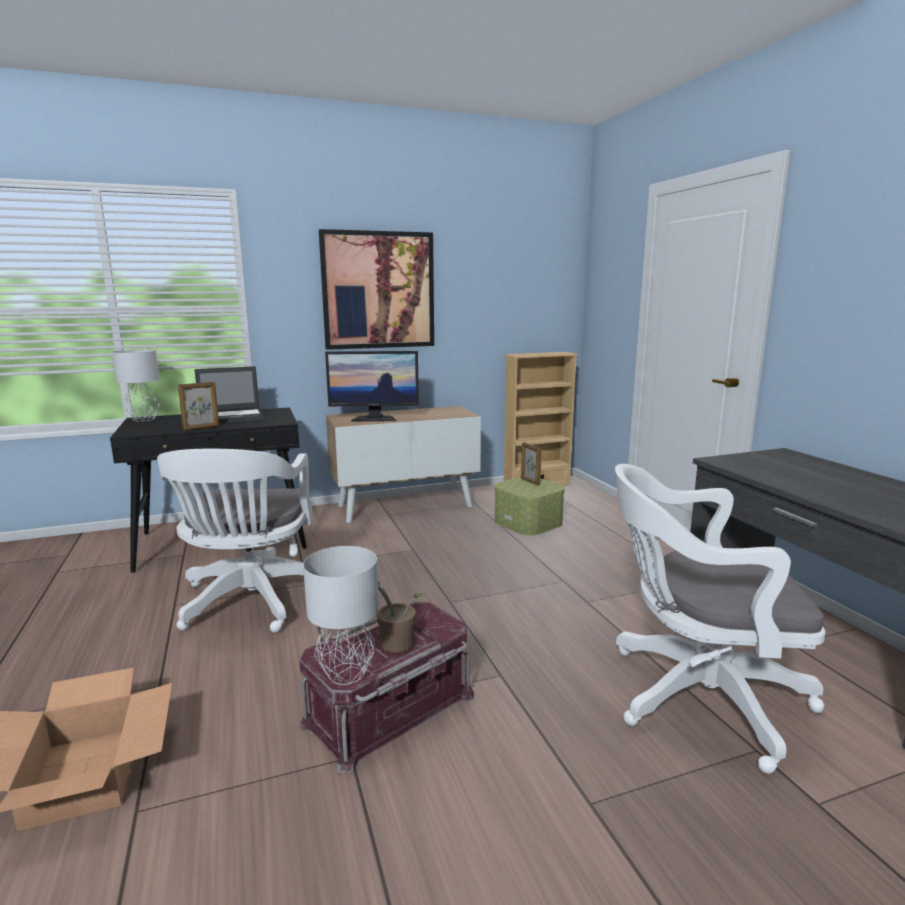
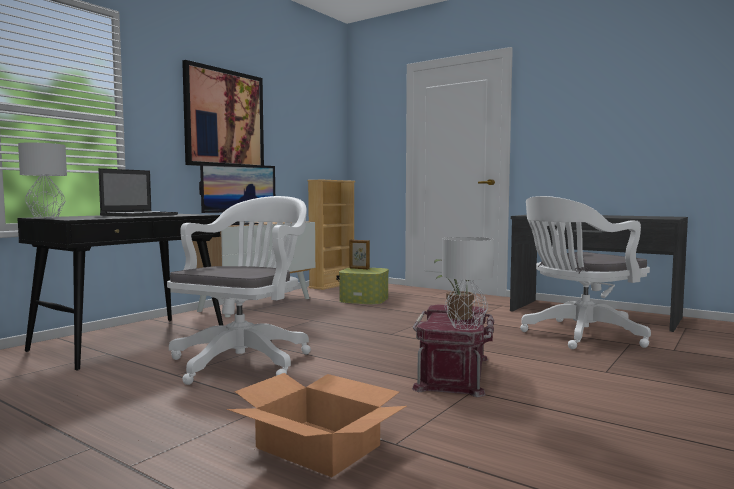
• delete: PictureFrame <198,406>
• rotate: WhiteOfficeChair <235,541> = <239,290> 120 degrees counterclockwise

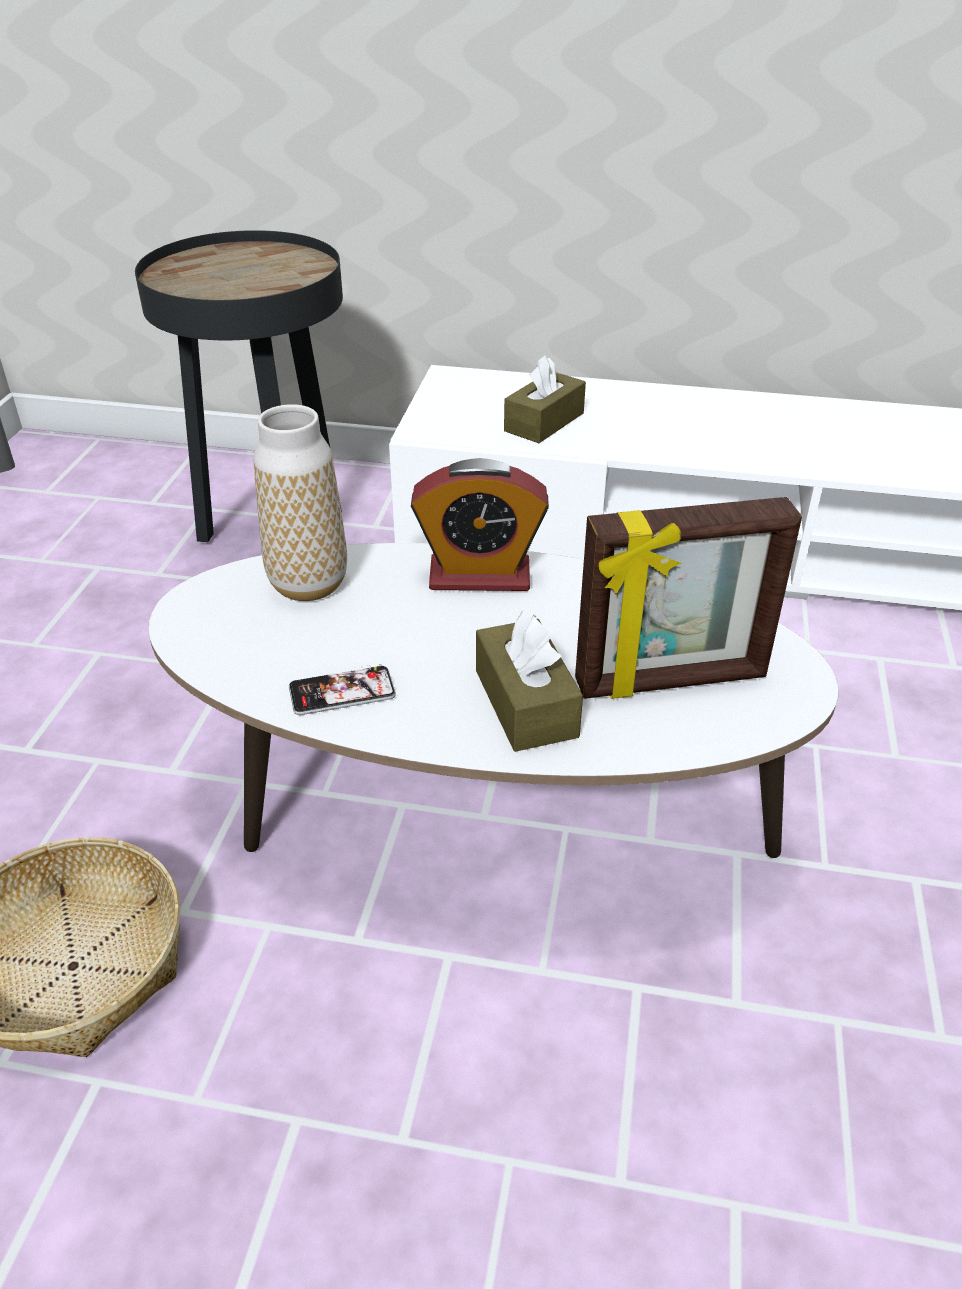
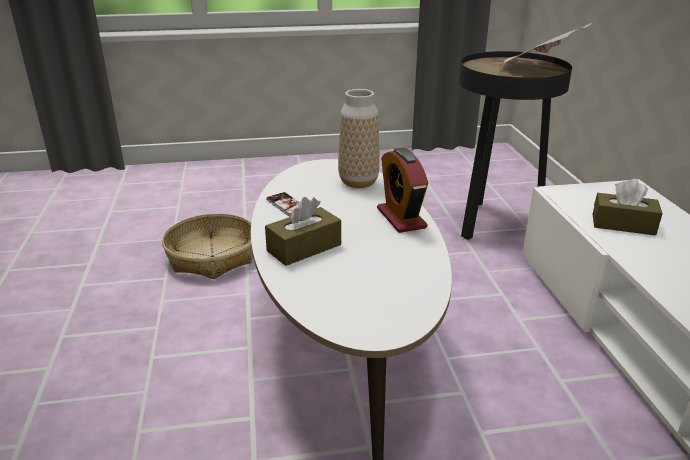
• delete: PictureFrame <688,598>
• insert: Newspaper <546,44>

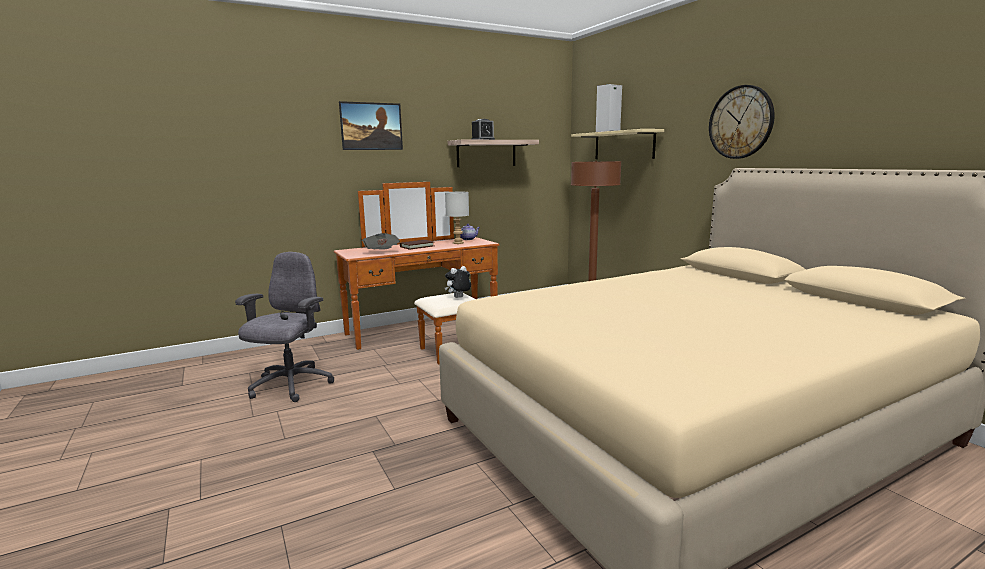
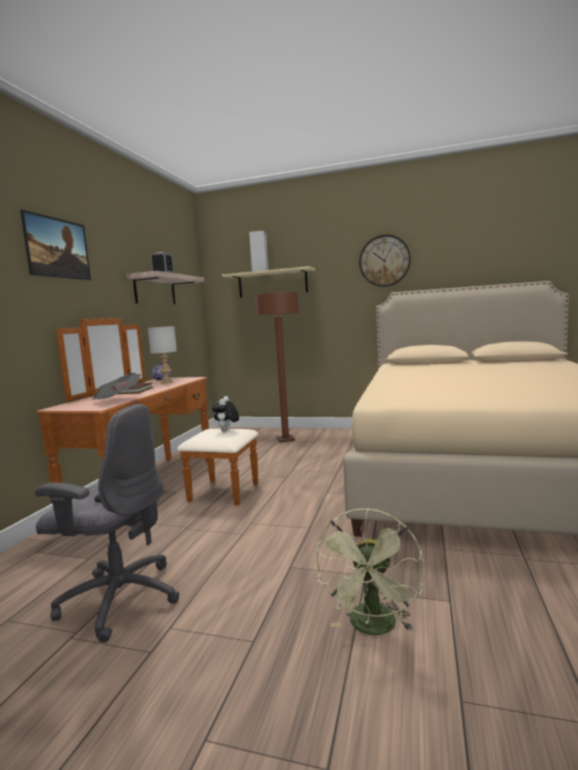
• insert: GreenFan <370,571>
• rotate: GreyOfficeChair <284,327> = <107,523> 135 degrees clockwise

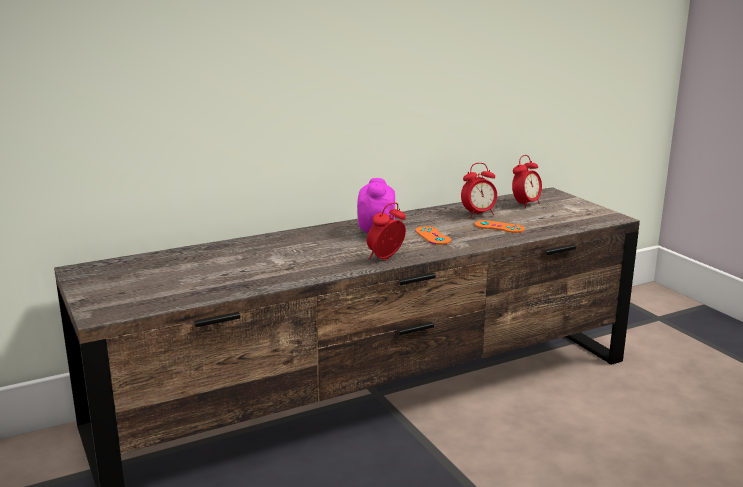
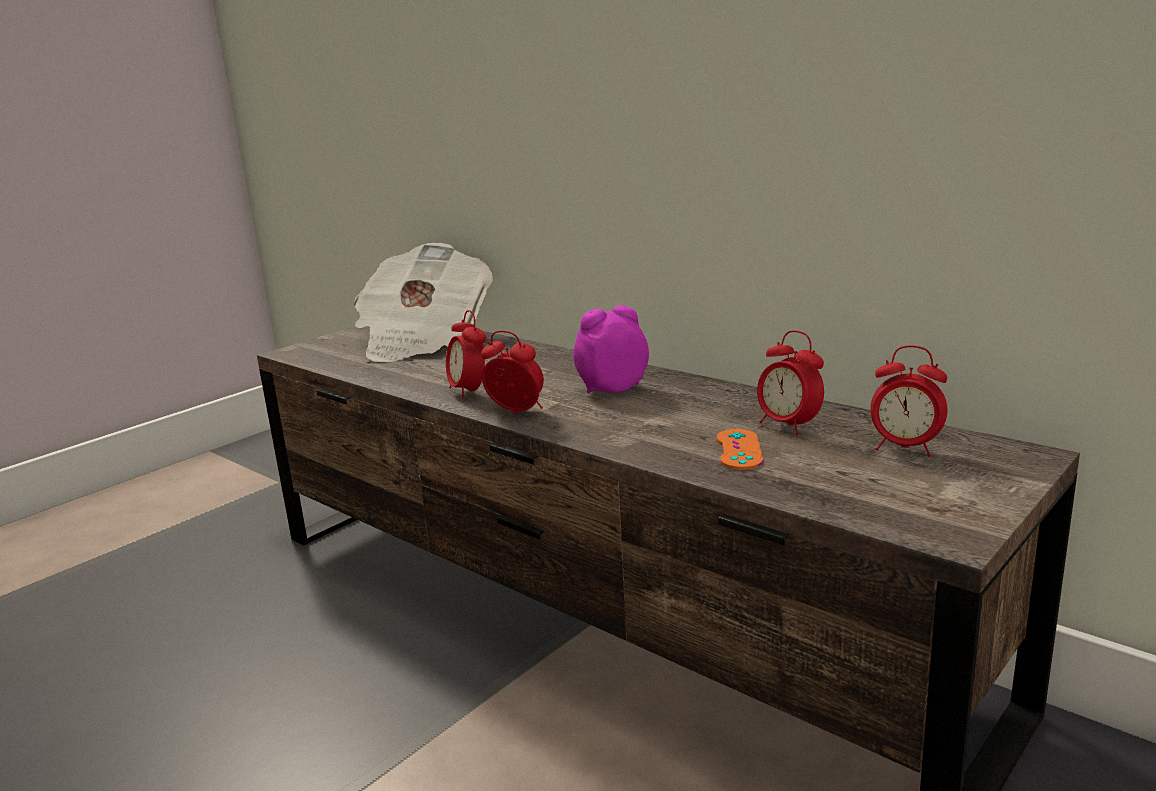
• delete: OrangeGameController <433,235>
• insert: Newspaper <423,302>
• insert: AlarmClock <466,354>

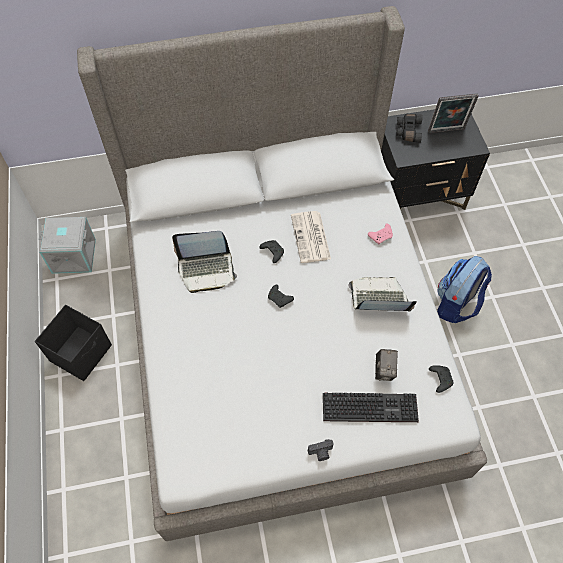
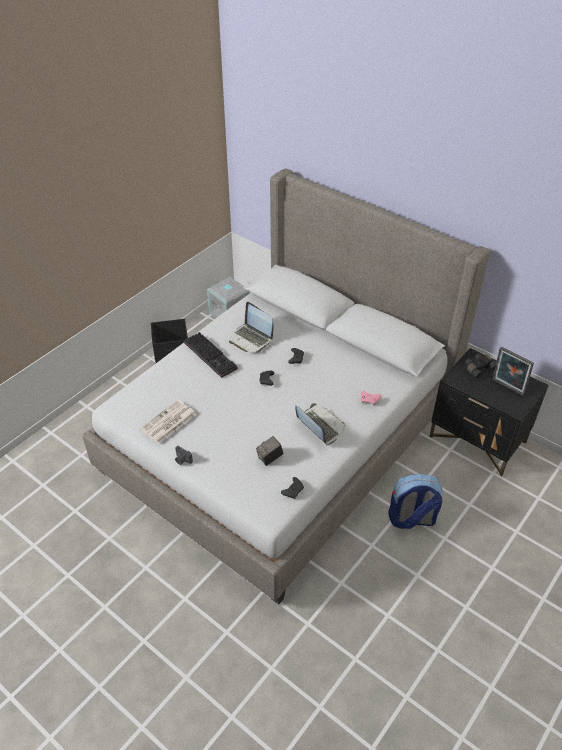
• move: Newspaper <311,237> to <168,421>
• move: Keyboard <371,407> to <211,355>

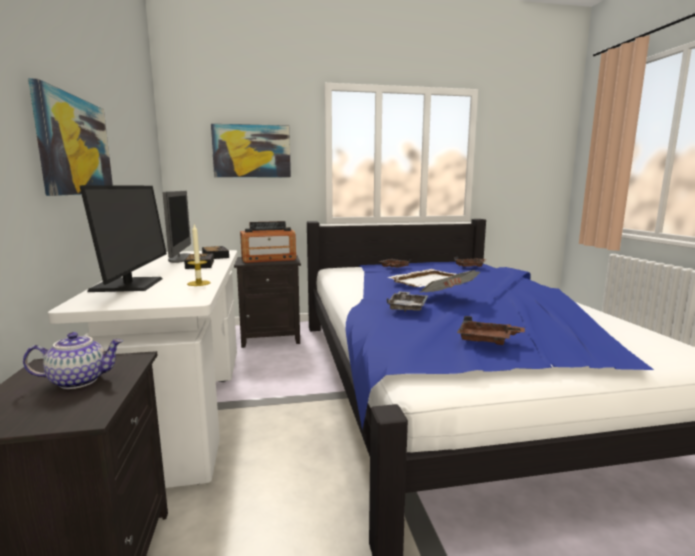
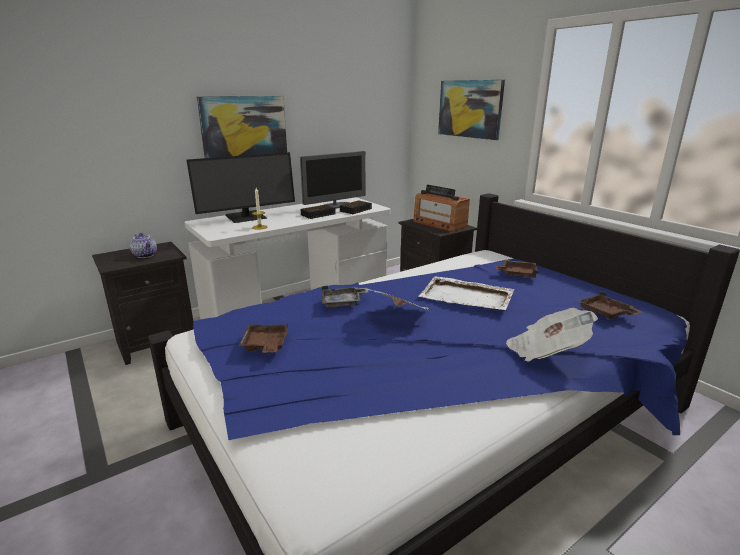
• insert: Newspaper <552,335>

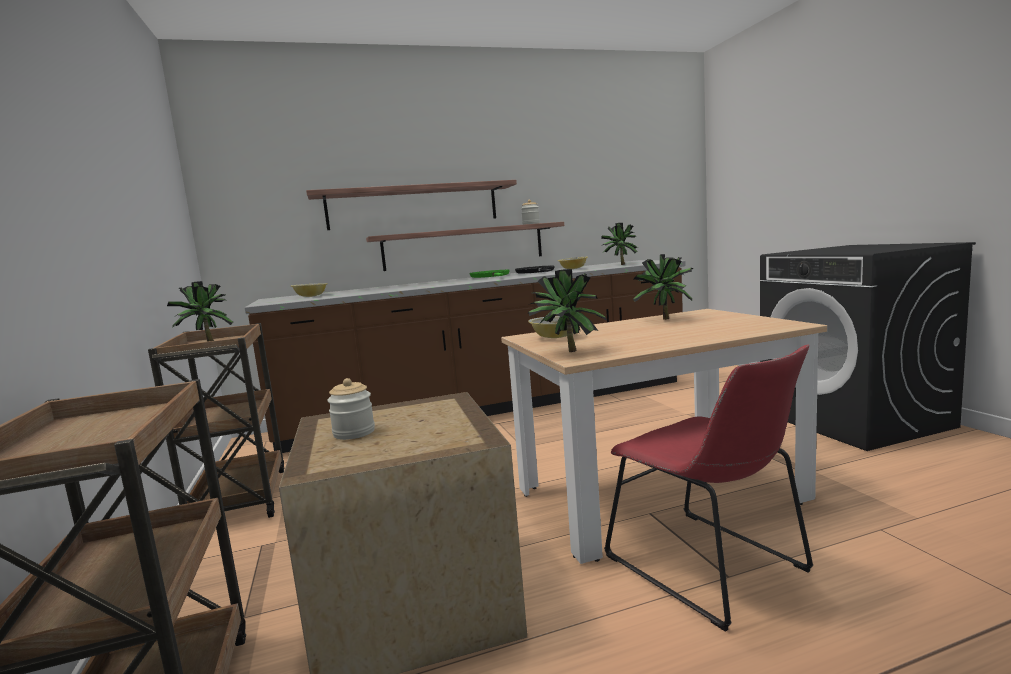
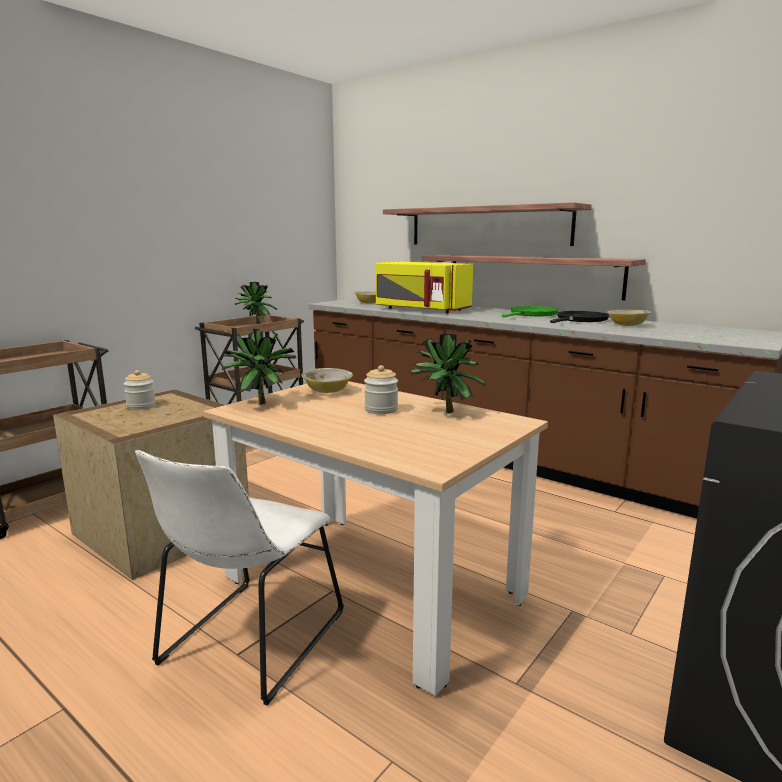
• delete: PottedPlant <619,244>
• insert: YellowMicrowave <424,287>
• move: Jar <530,212> to <381,389>
• recolor: RedChair <708,488> to WhiteChair <239,577>

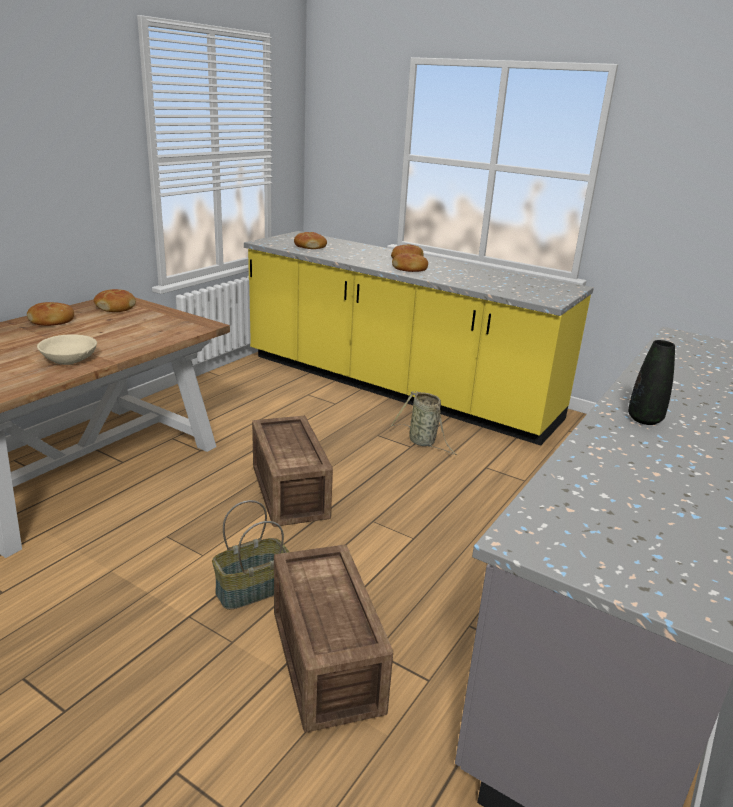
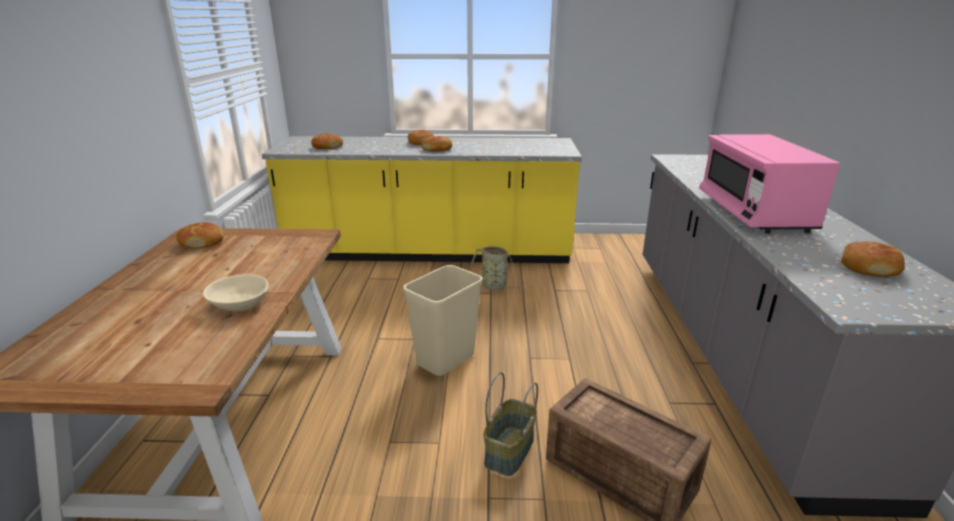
• move: Bread <50,314> to <873,259>
• replace: Crate <292,471> to BeigeTrashCan <443,320>
• replace: BlackVase <651,382> to PinkMicrowave <769,184>

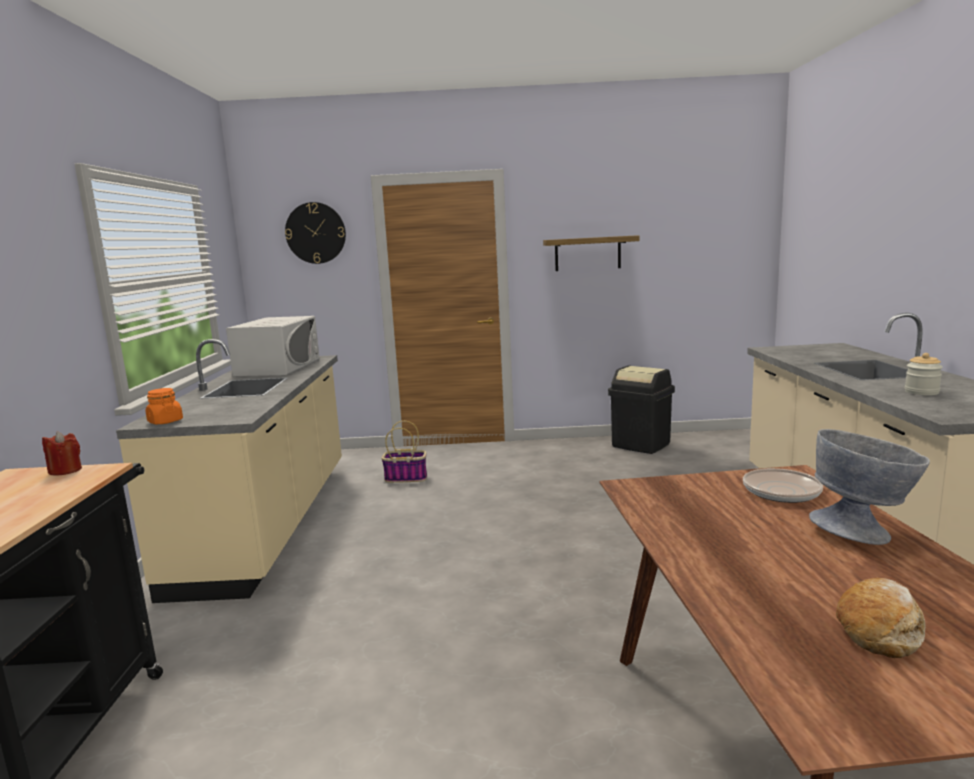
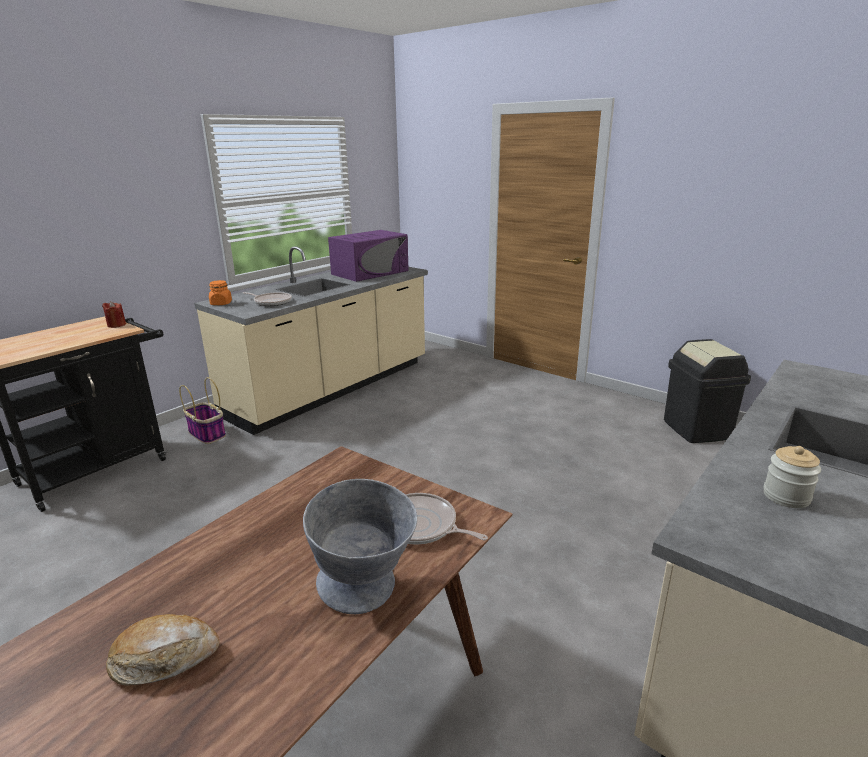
• delete: WallClock <315,233>
• delete: Shelf <591,253>
• insert: FryingPan <267,299>
• move: Basket <404,452> to <202,410>
• recolor: WhiteMicrowave <273,346> to PurpleMicrowave <368,256>

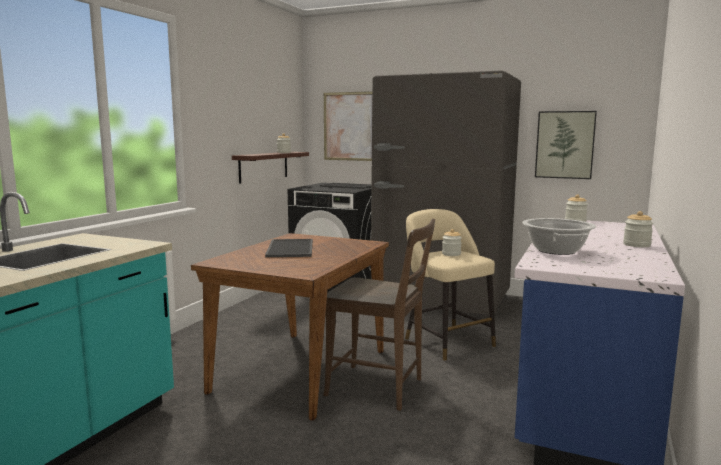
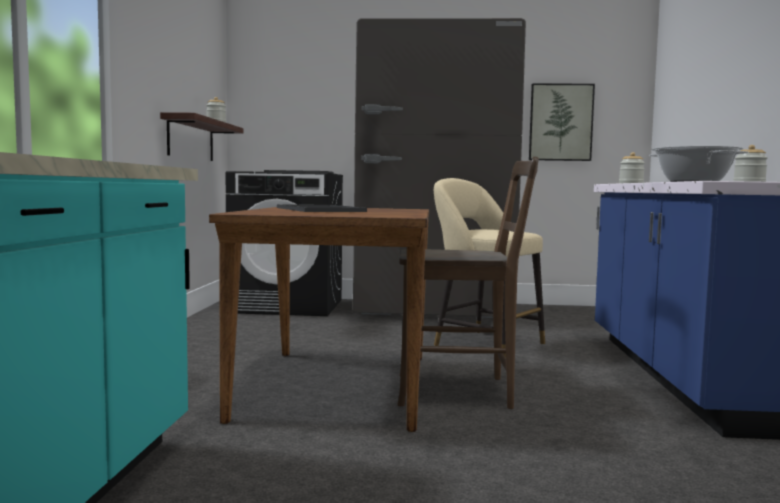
• delete: Picture <348,126>
• delete: Jar <452,242>

